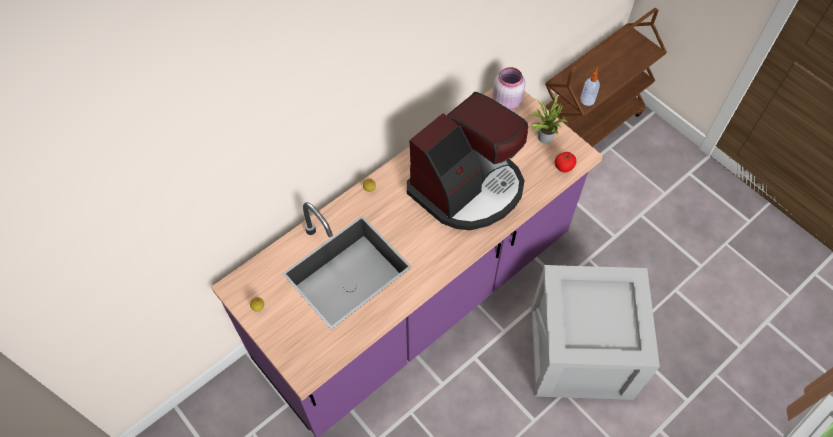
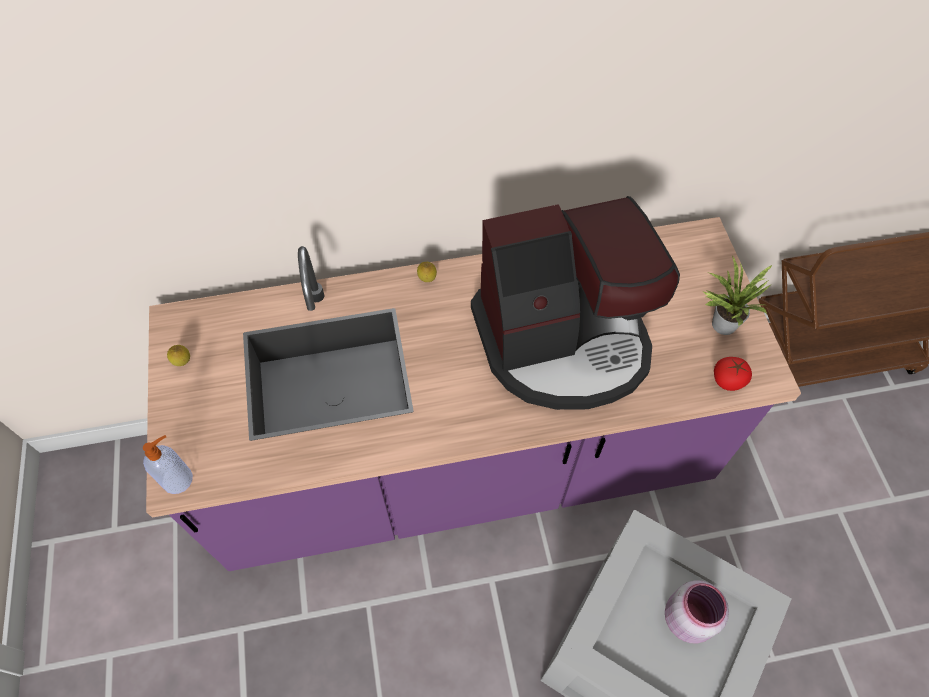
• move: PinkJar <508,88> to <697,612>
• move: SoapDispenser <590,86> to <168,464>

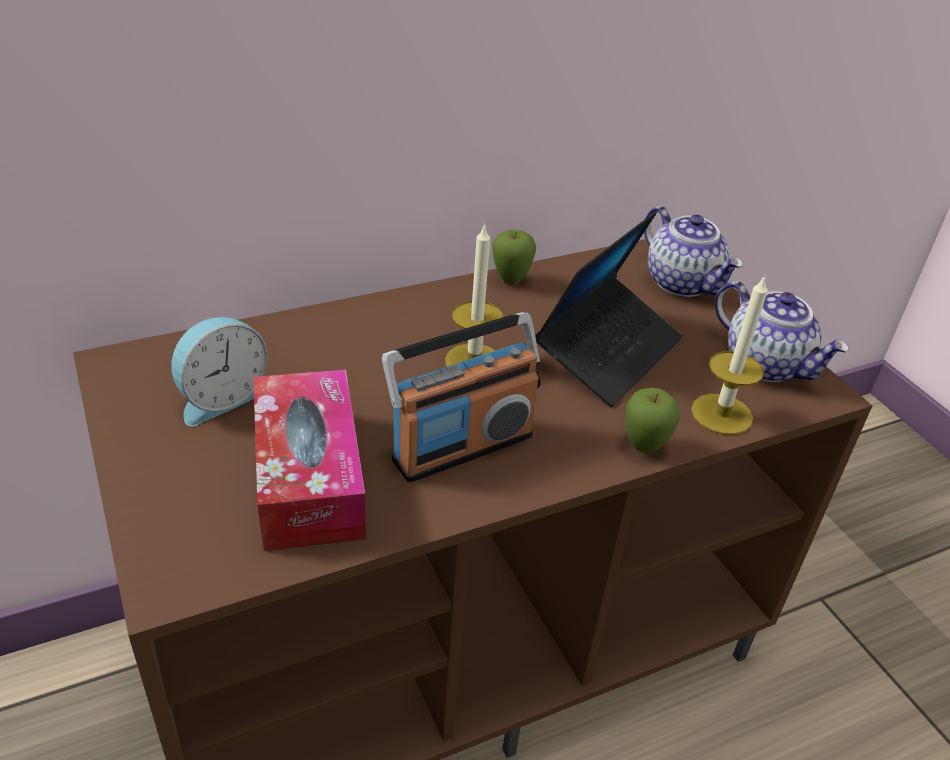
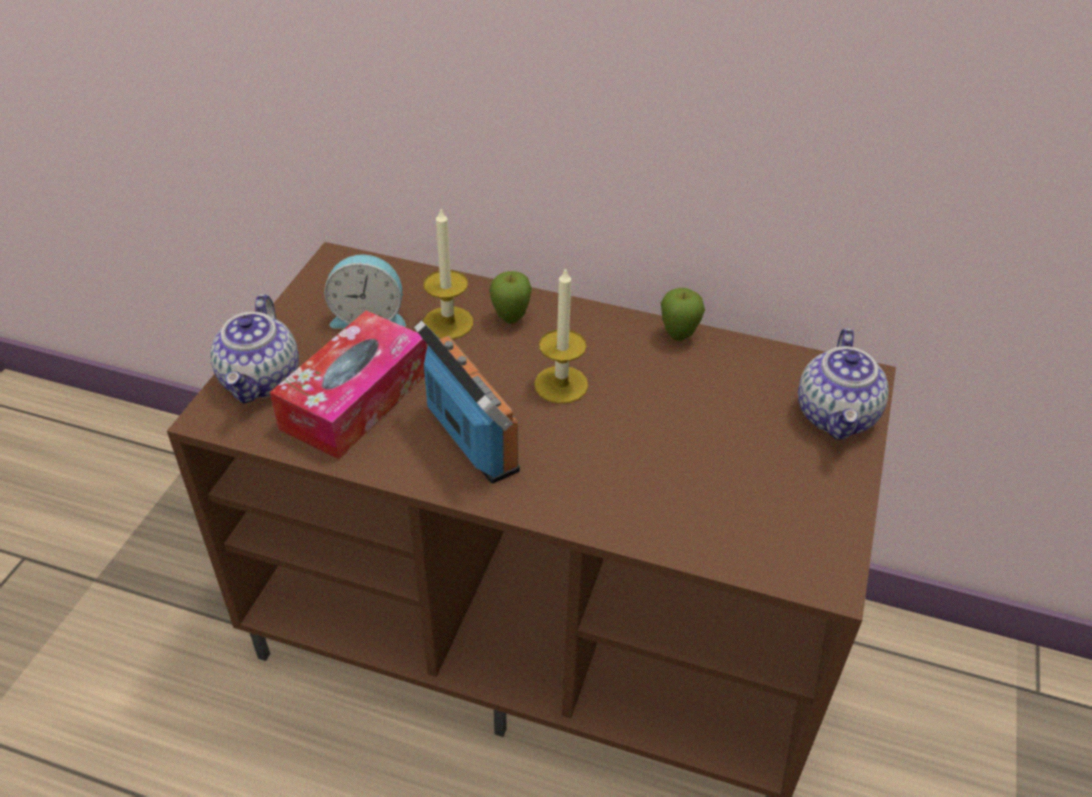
• delete: Laptop <609,309>
• move: Apple <652,421> to <510,297>
• move: Candle <729,354> to <448,274>
• move: Teapot <782,331> to <254,349>
• rotate: Radio <461,397> = <467,402> 135 degrees counterclockwise

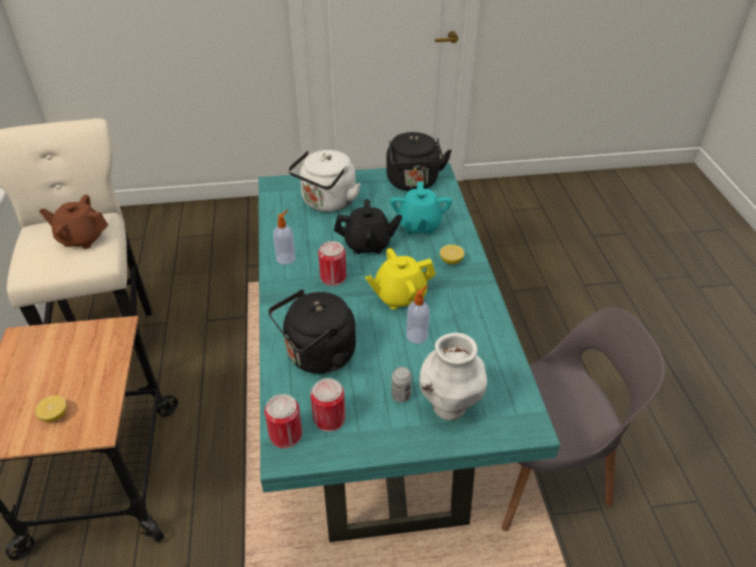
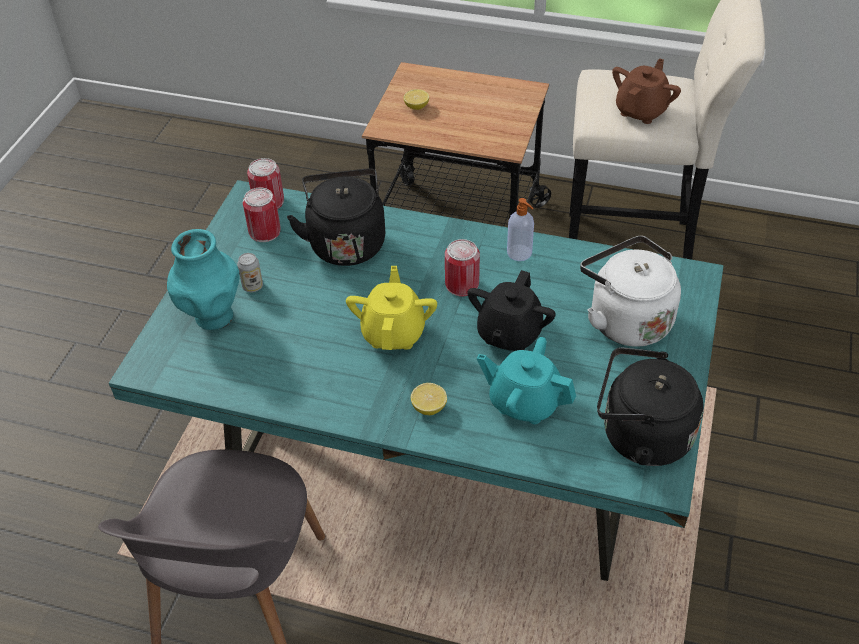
• delete: SoapDispenser <418,314>
• recolor: WhiteVase <453,376> to TurquoiseVase <203,279>

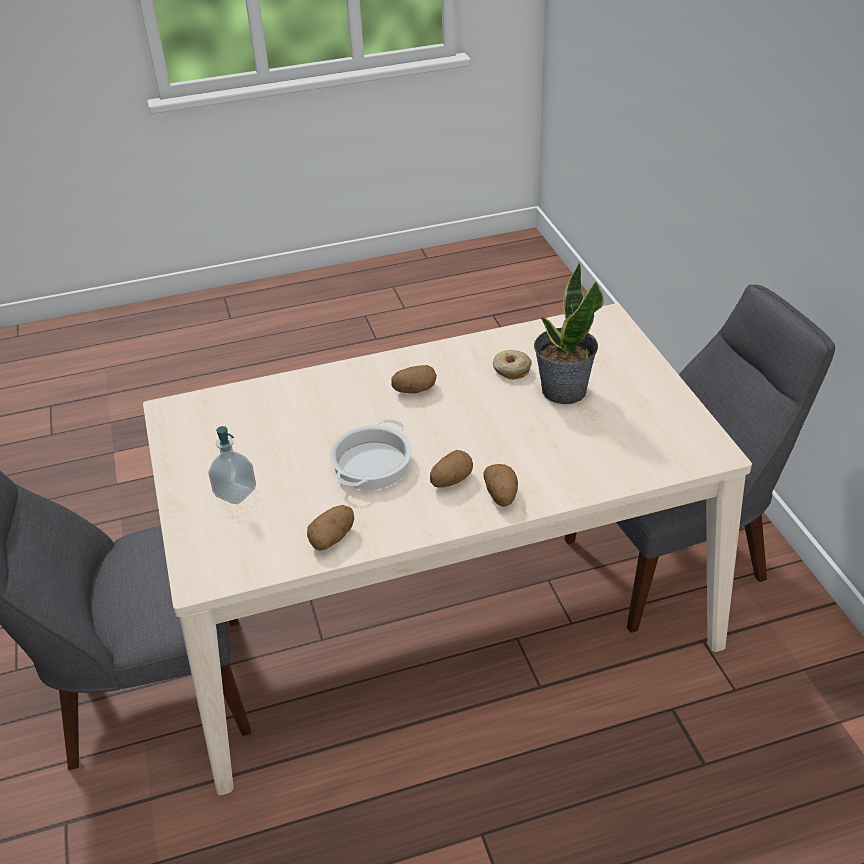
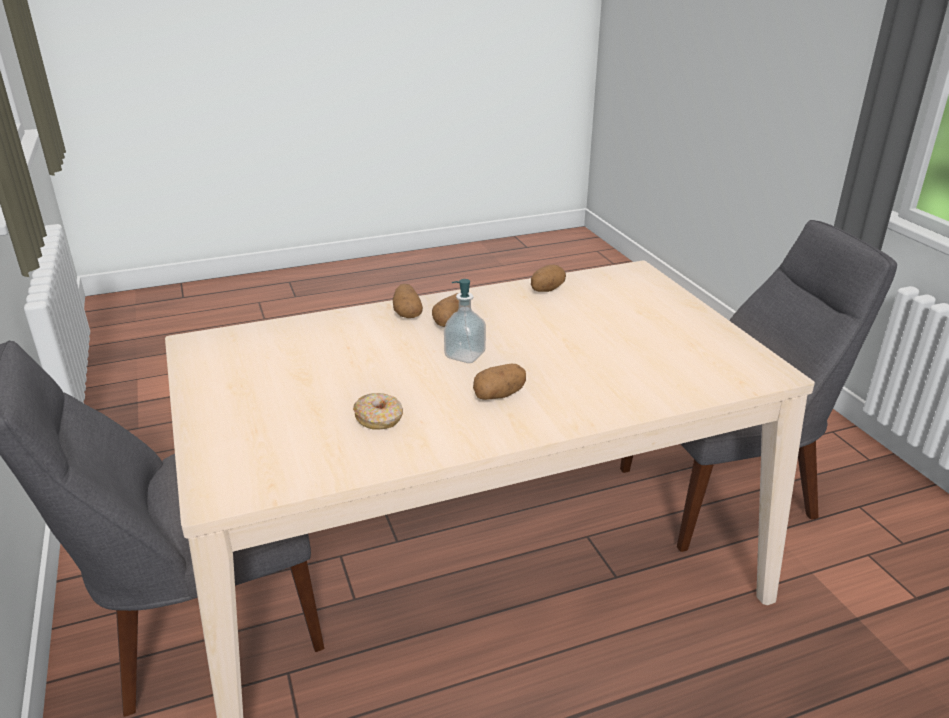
• delete: CookingPot <370,454>
• delete: PottedPlant <569,333>
• move: SoapDispenser <232,465> to <465,321>

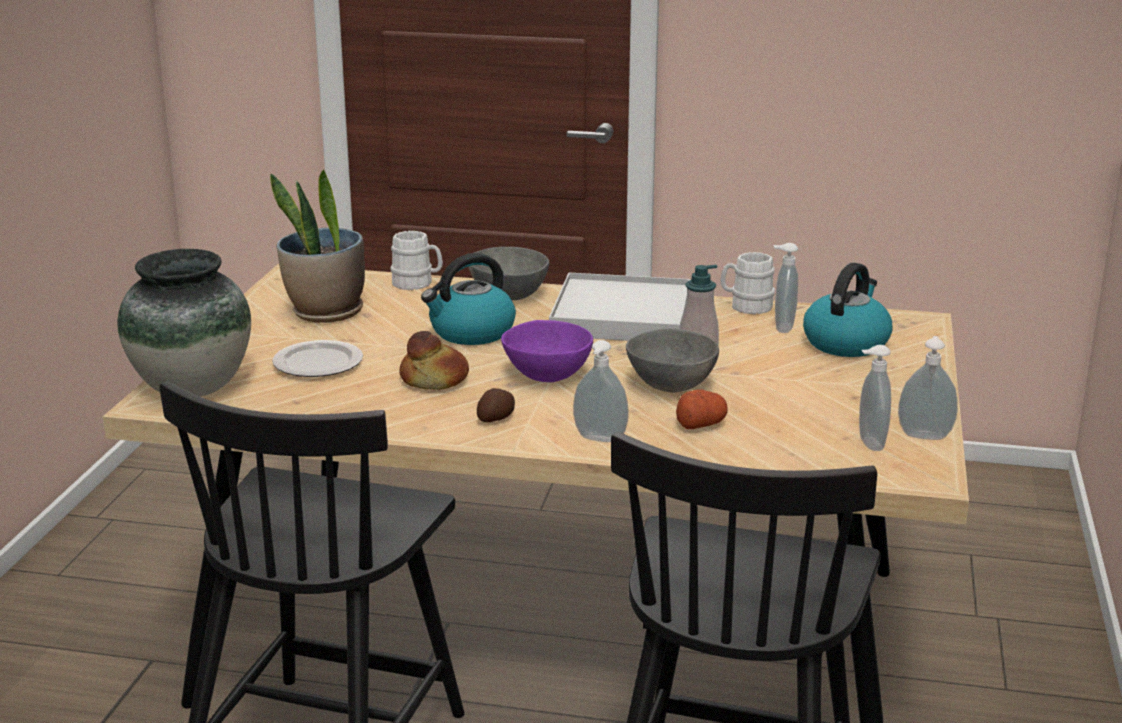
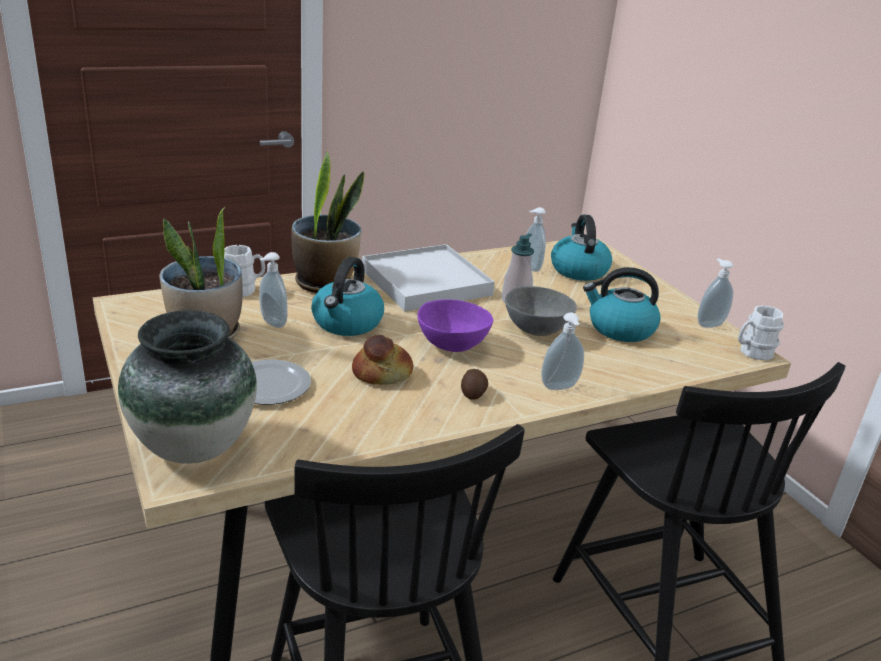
• delete: Potato <702,409>
• insert: Kettle <622,304>
• move: WhiteMug <747,283> to <761,332>
• move: SoapDispenser <875,398> to <273,290>
• replace: GreyBowl <508,273> to PottedPlant <327,222>

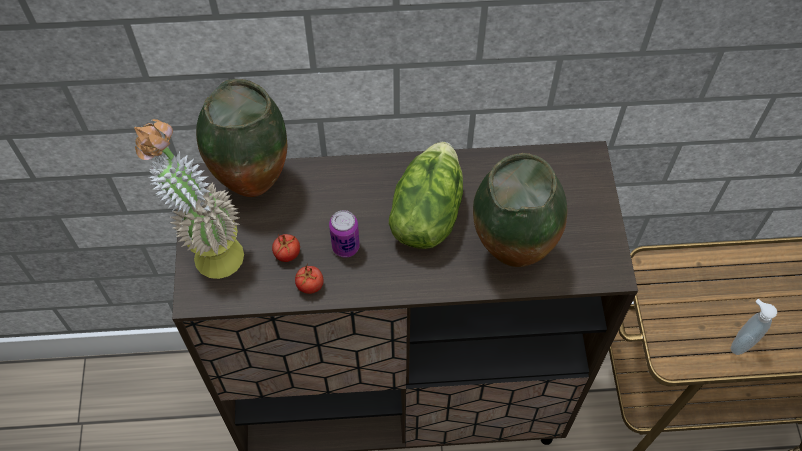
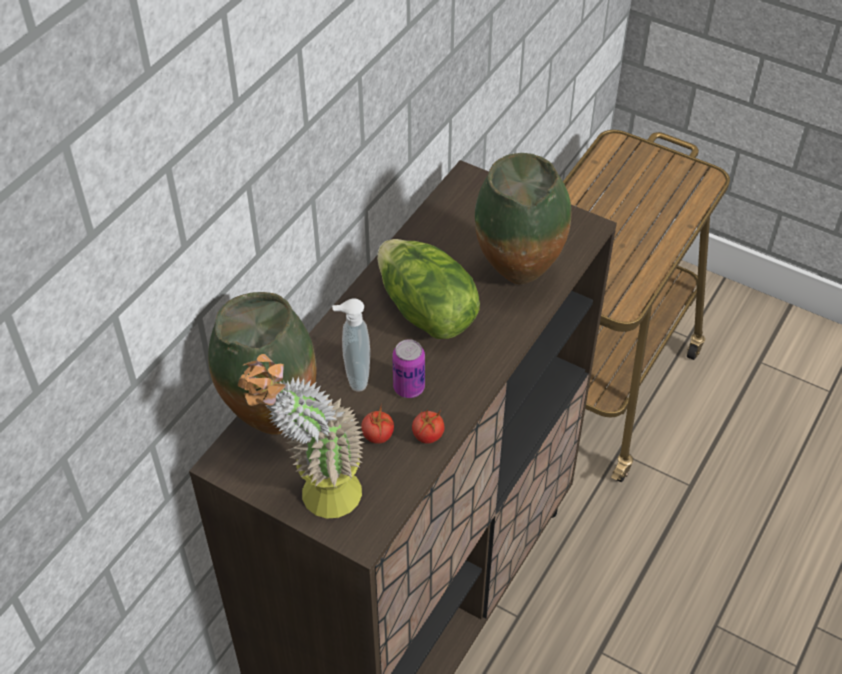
• move: SoapDispenser <754,327> to <351,345>

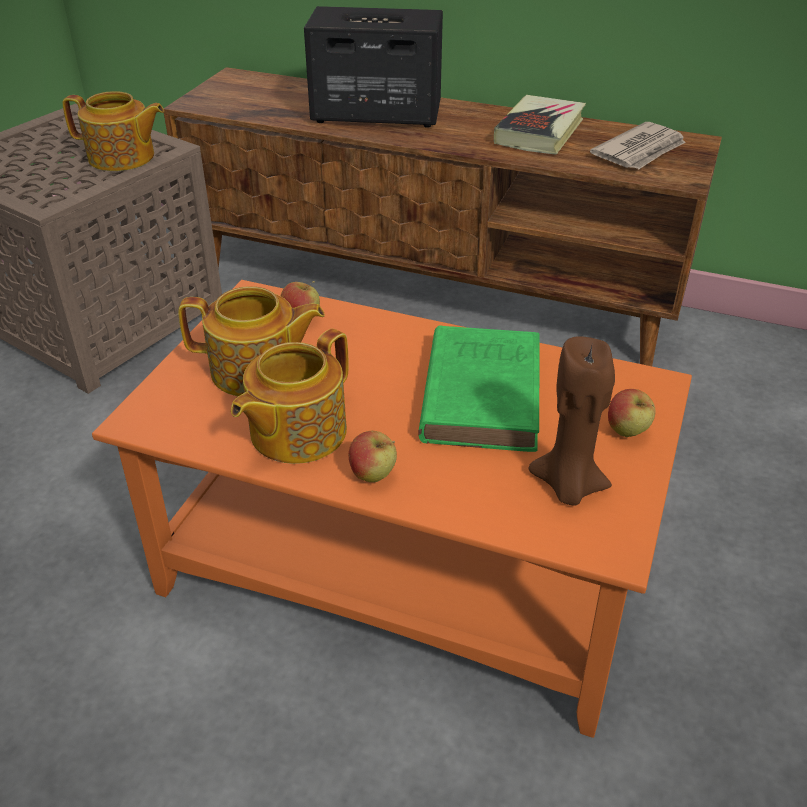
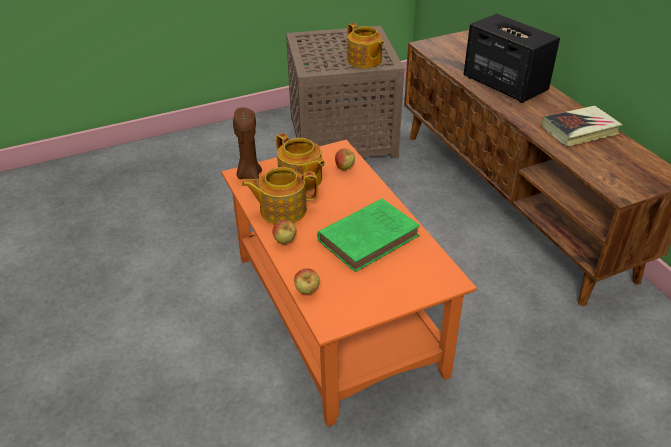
• delete: Newspaper <638,145>
• move: BrownCandle <572,421> to <247,143>
• move: Apple <631,413> to <307,281>

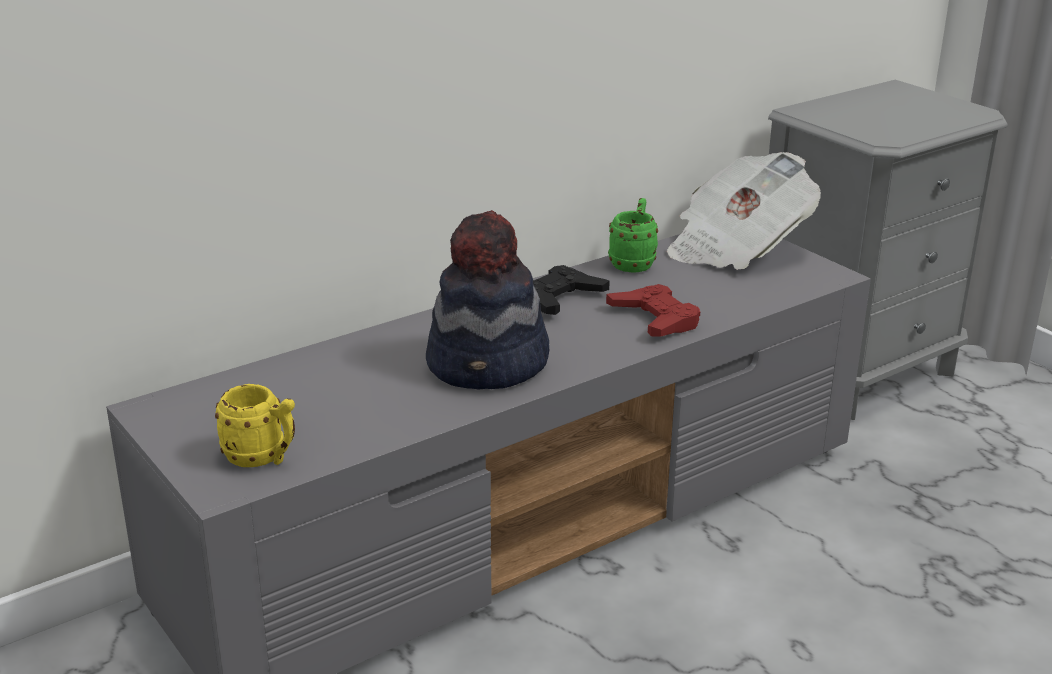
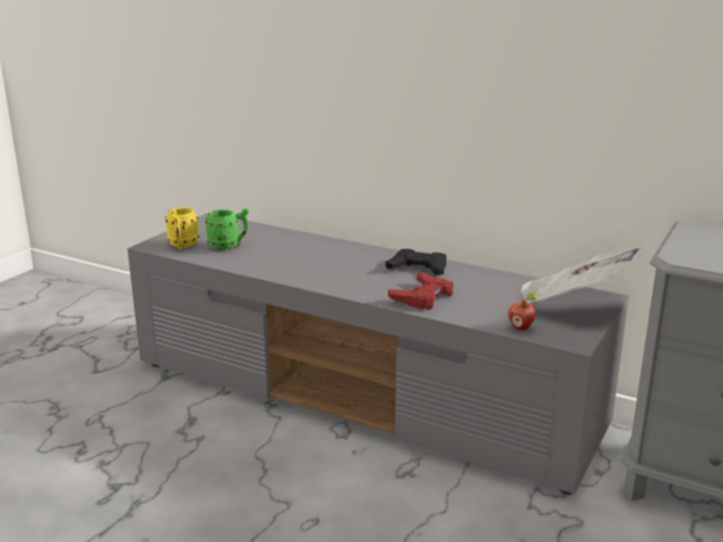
• delete: Hat <487,300>
• insert: Apple <524,311>
• move: GreenMug <633,235> to <227,229>

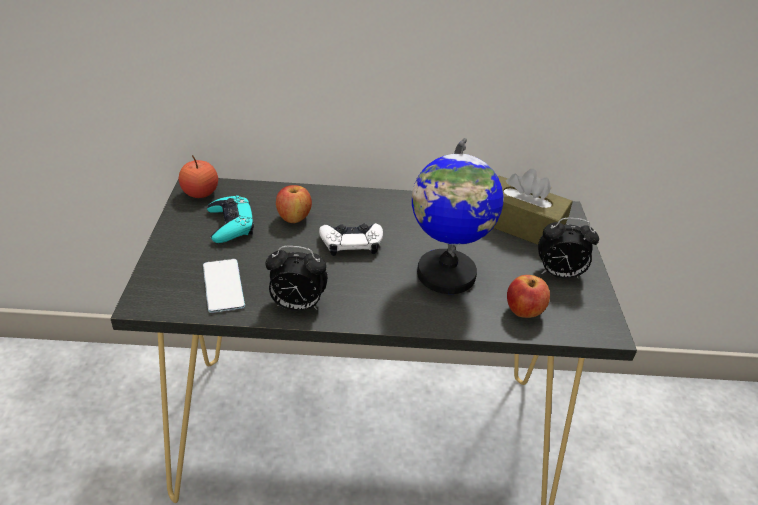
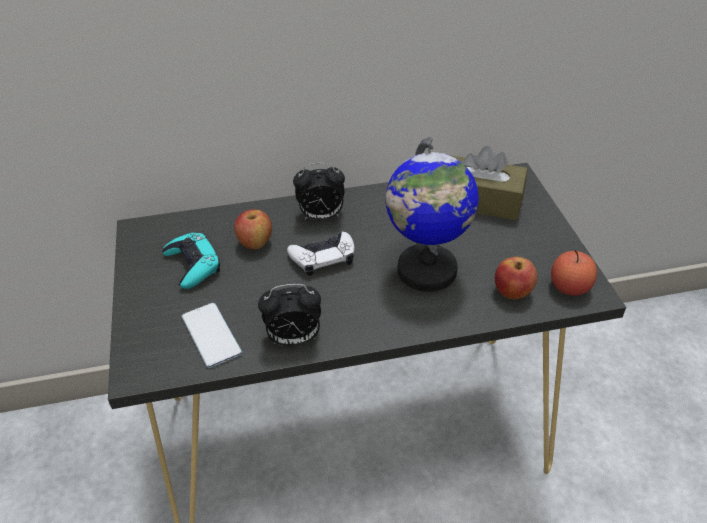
• move: Apple <198,176> to <574,273>
• move: AlarmClock <568,248> to <319,191>

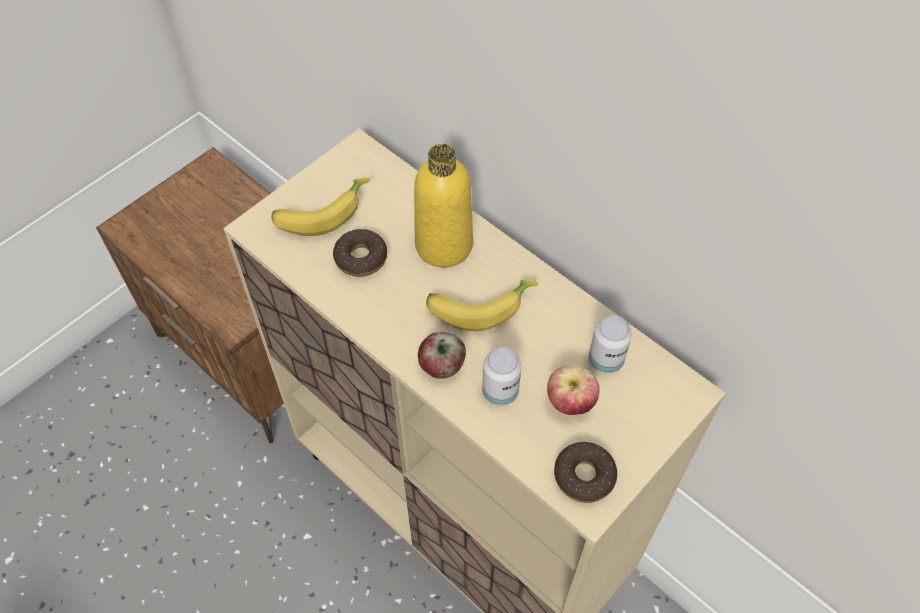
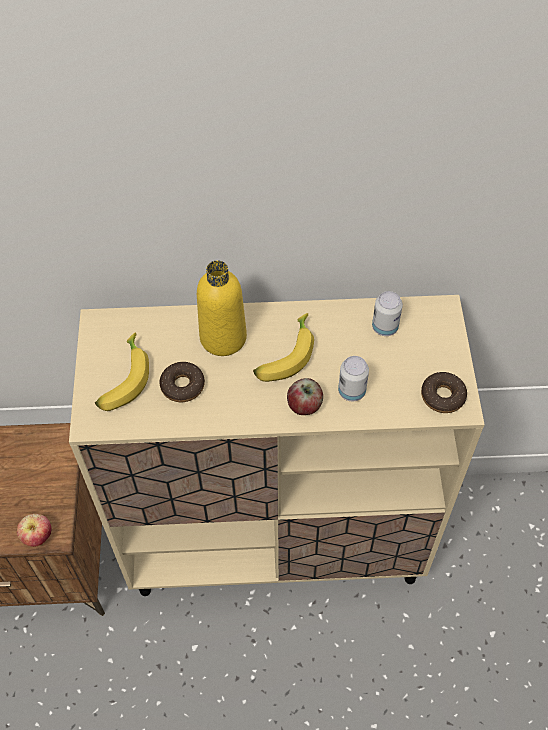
• move: Apple <573,390> to <34,530>

